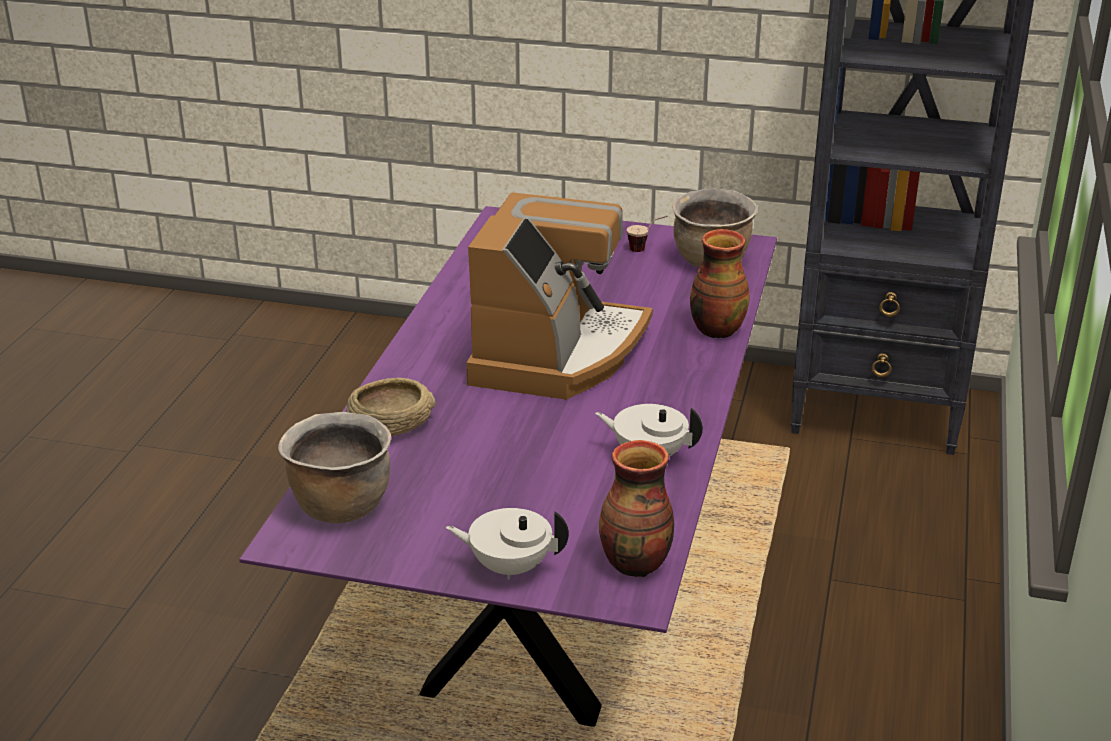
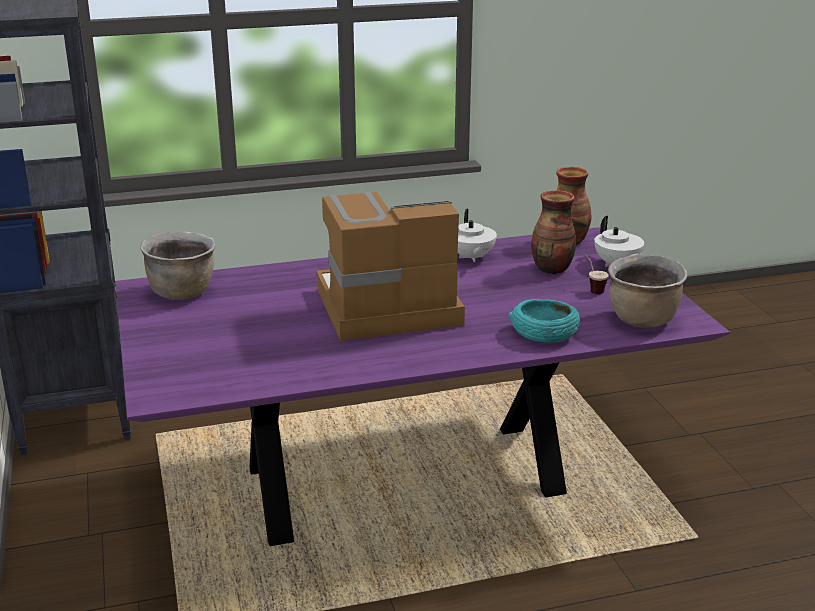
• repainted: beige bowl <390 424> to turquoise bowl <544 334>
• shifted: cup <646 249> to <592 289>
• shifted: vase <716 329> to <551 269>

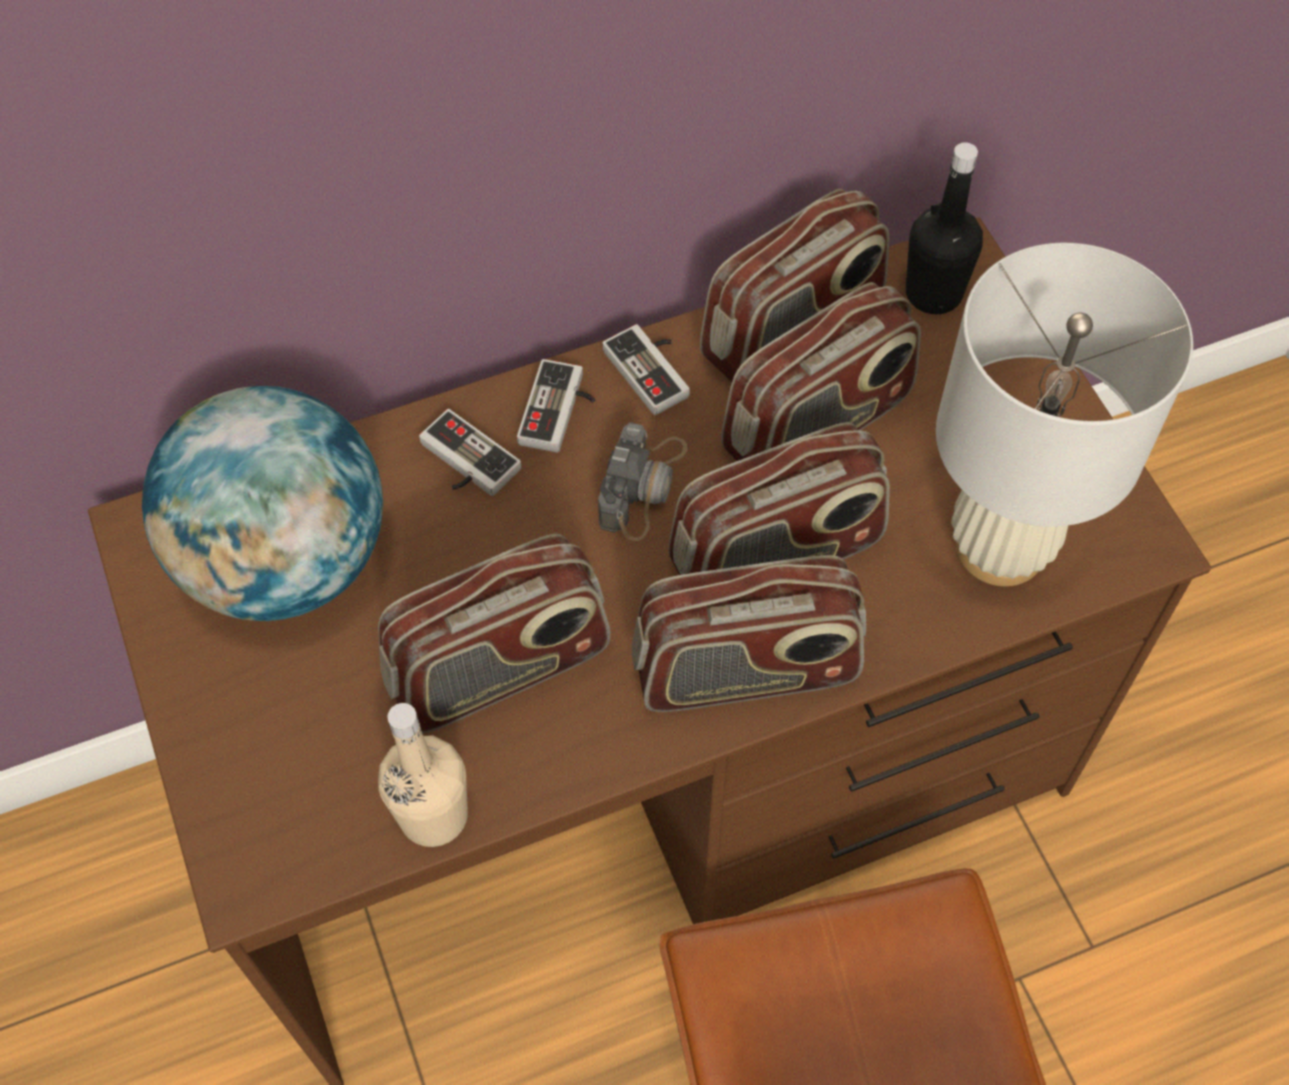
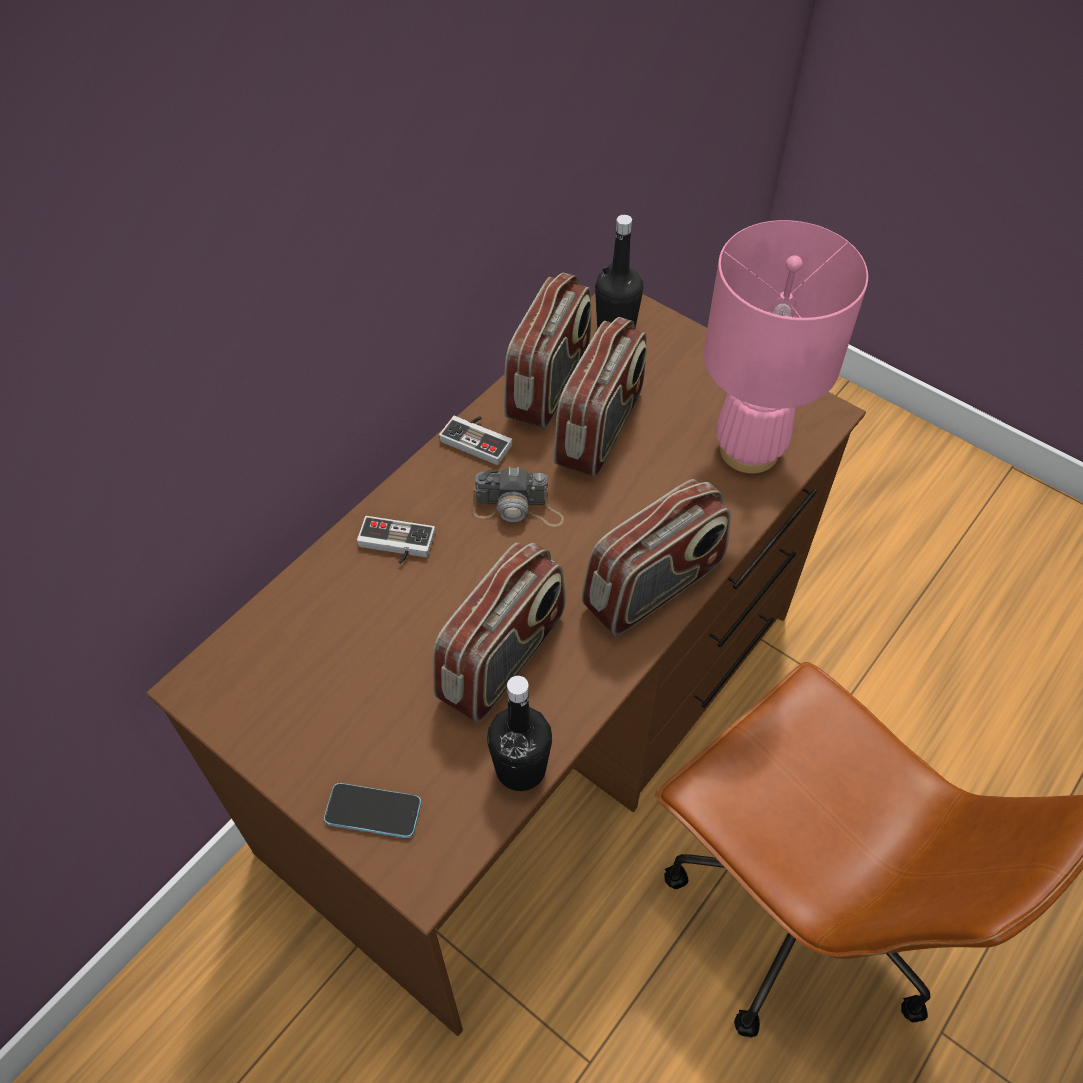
• gone: globe <286 562>
• repainted: beige bottle <434 815> to black bottle <520 768>
• gone: game controller <560 411>
• rotated: photo camera <643 485> = <518 508> 105 degrees clockwise
• gone: radio <776 556>
• repainted: white table lamp <999 547> to pink table lamp <748 451>
• new: phone <373 811>

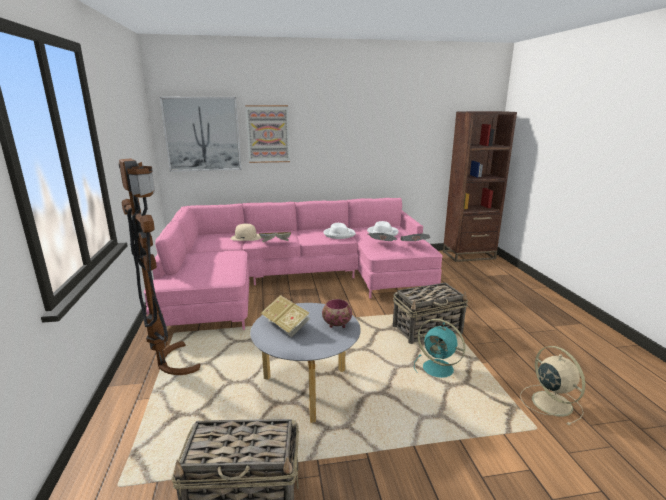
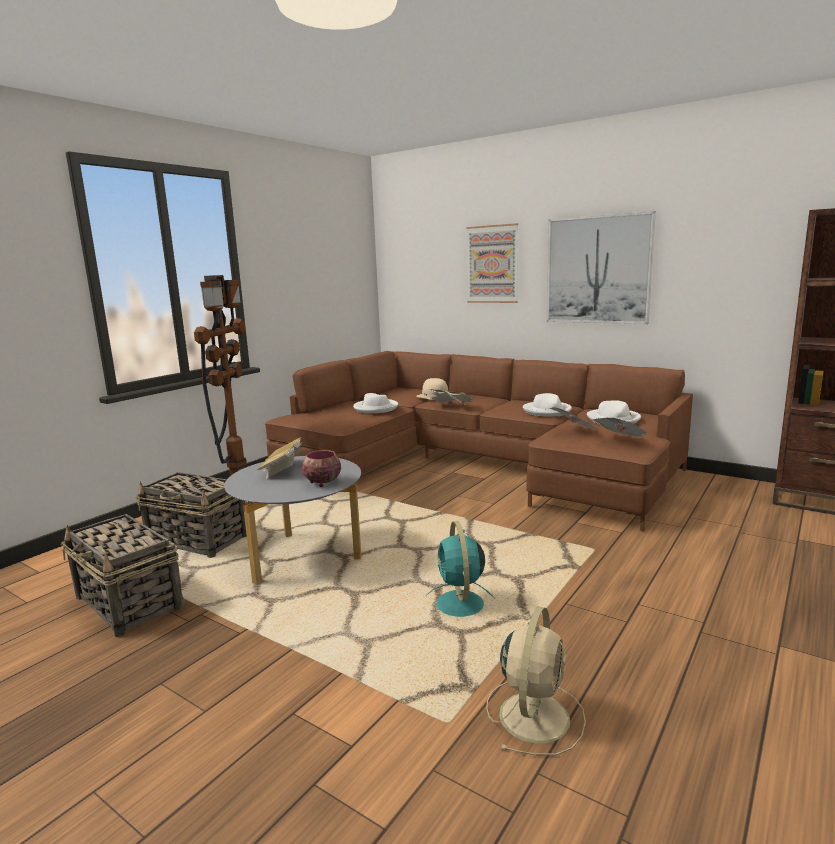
• repainted: pink sofa <293 280> to brown sofa <474 464>
• shifted: picture <202 134> to <598 270>
• shifted: basket <428 329> to <198 540>
• new: white hat <375 408>

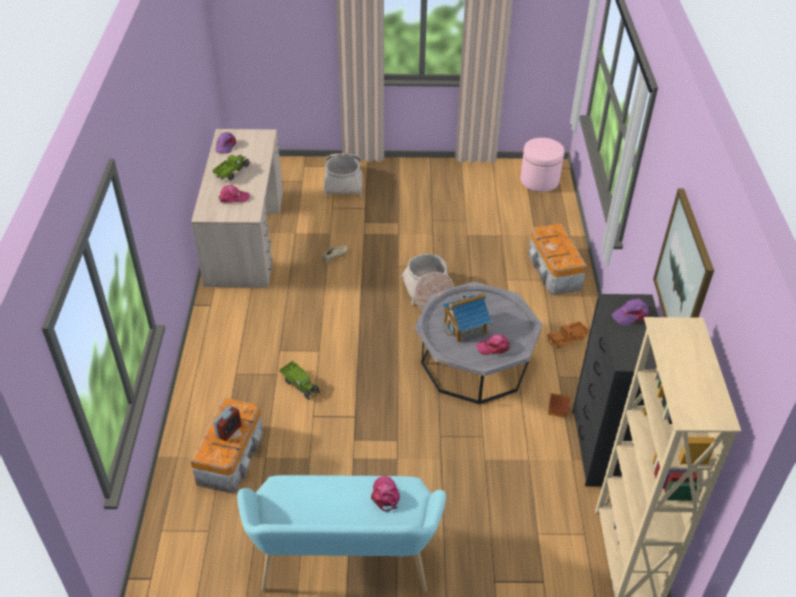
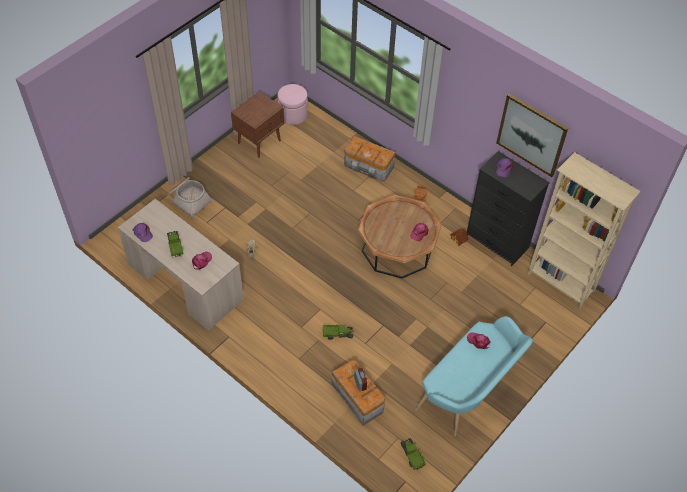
• gone: basket <428 293>
• repainted: grey coffee table <474 362> to brown coffee table <397 248>
• gone: toy house <465 327>
• new: brown nightstand <260 141>
• new: toy truck <411 456>

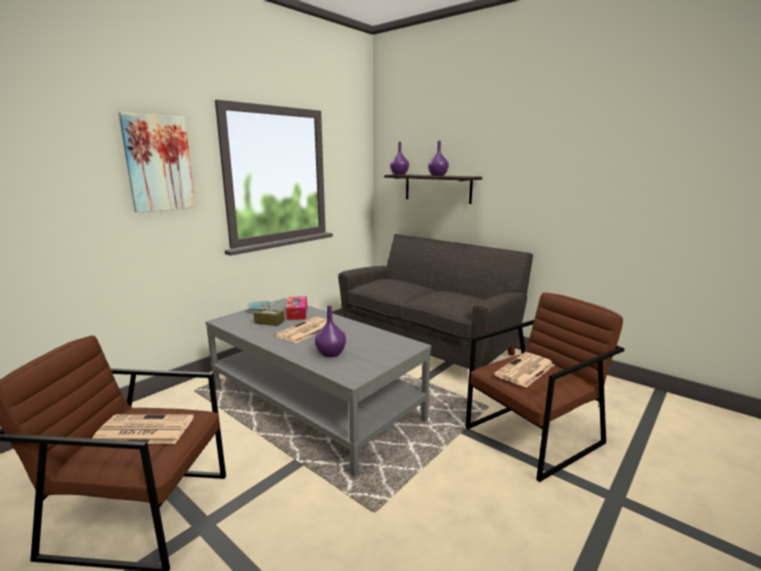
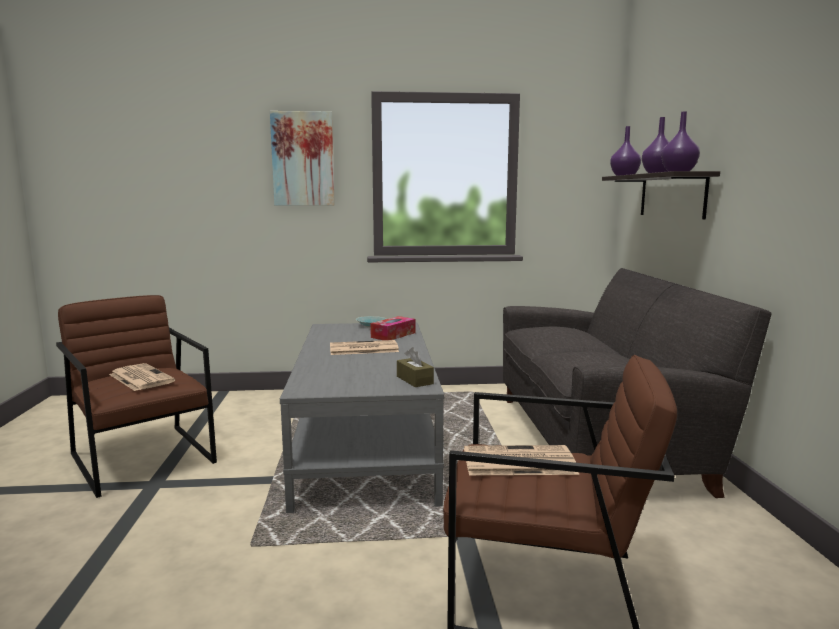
• shifted: brown tissue box <269 322> to <414 380>
• shifted: purple vase <331 353> to <679 171>

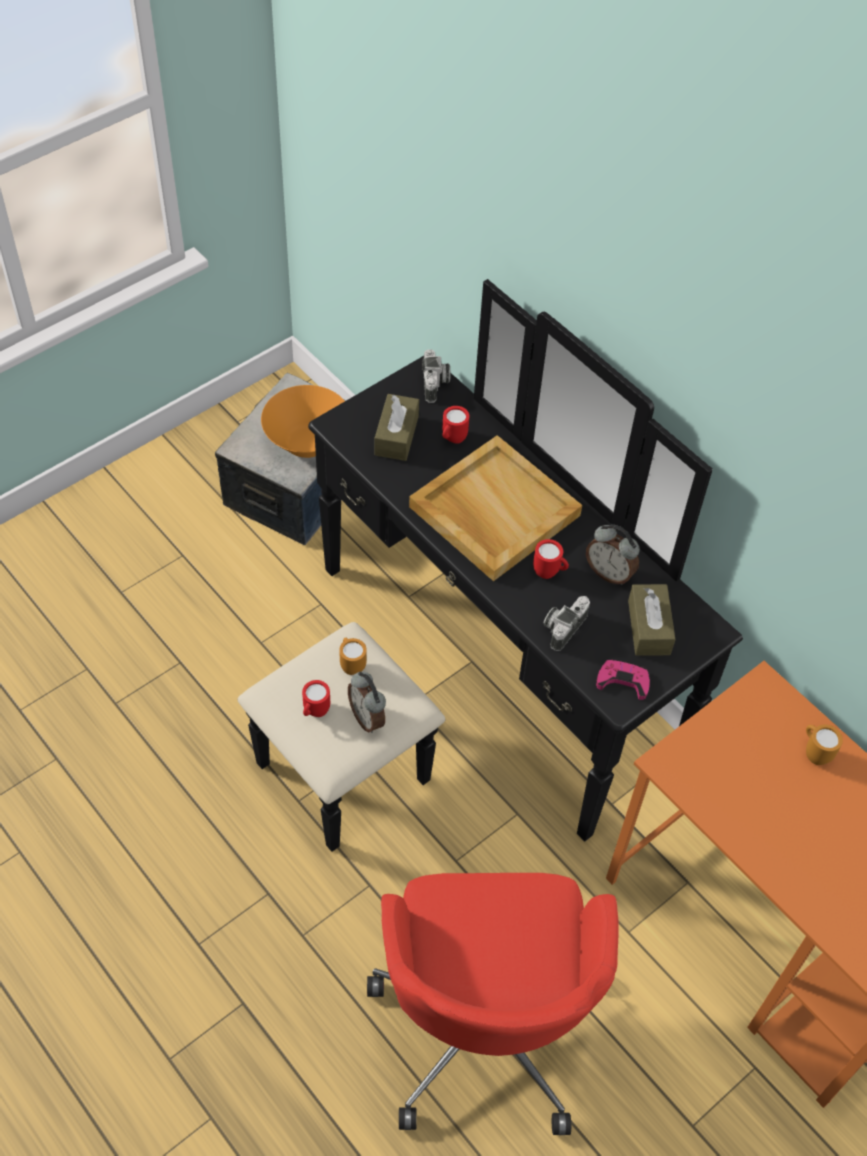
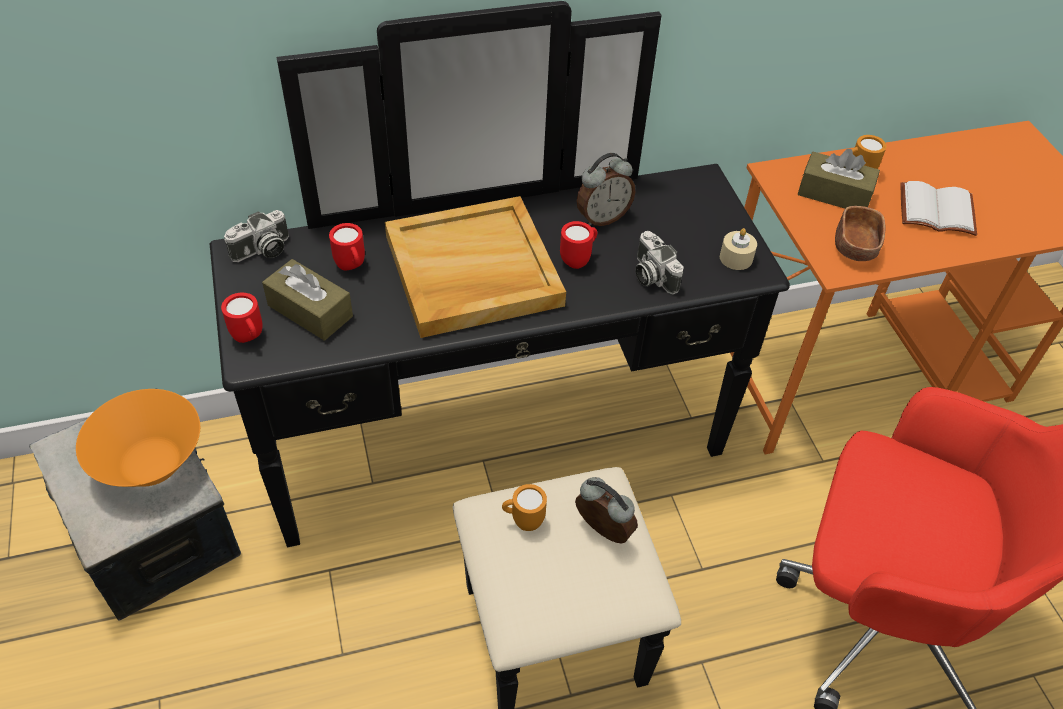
• shifted: red mug <314 712> to <249 338>
• rotated: alarm clock <368 717> = <601 532> 135 degrees counterclockwise
• rotated: photo camera <435 384> = <262 251> 120 degrees clockwise
• swapped: pink game controller <623 681> to beige candle <736 258>
• shifted: brown tissue box <649 627> to <834 194>
• new: brown bowl <855 247>
• new: white book <937 209>

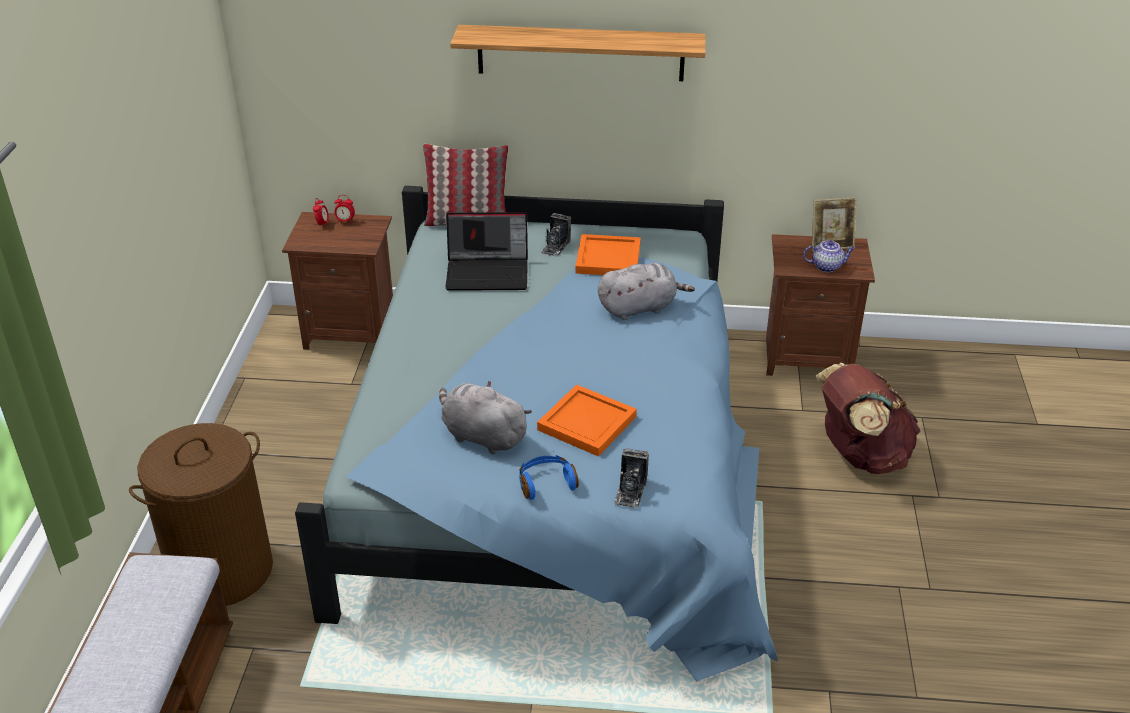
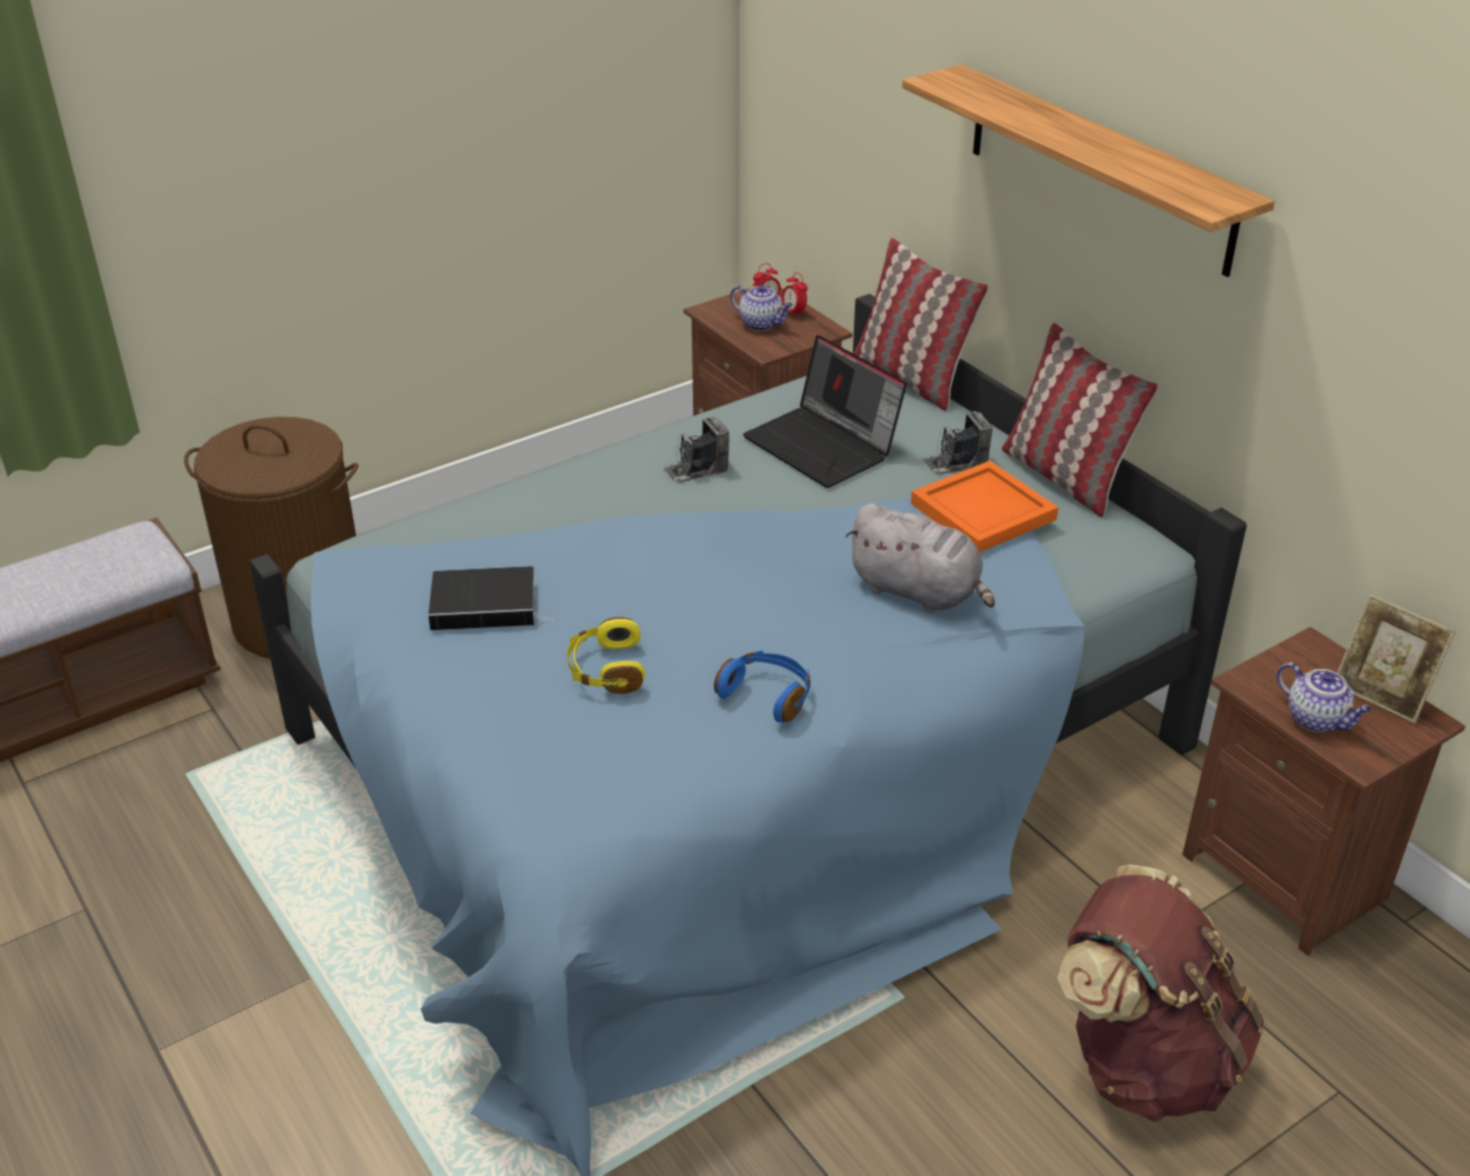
• swapped: grey plush toy <482 436> to book <487 604>
• shifted: blue headphones <546 483> to <767 695>
• swapped: orange tray <585 423> to yellow headphones <606 670>
• shifted: photo camera <630 491> to <696 469>
• new: teapot <762 324>
• new: pillow <1064 477>

